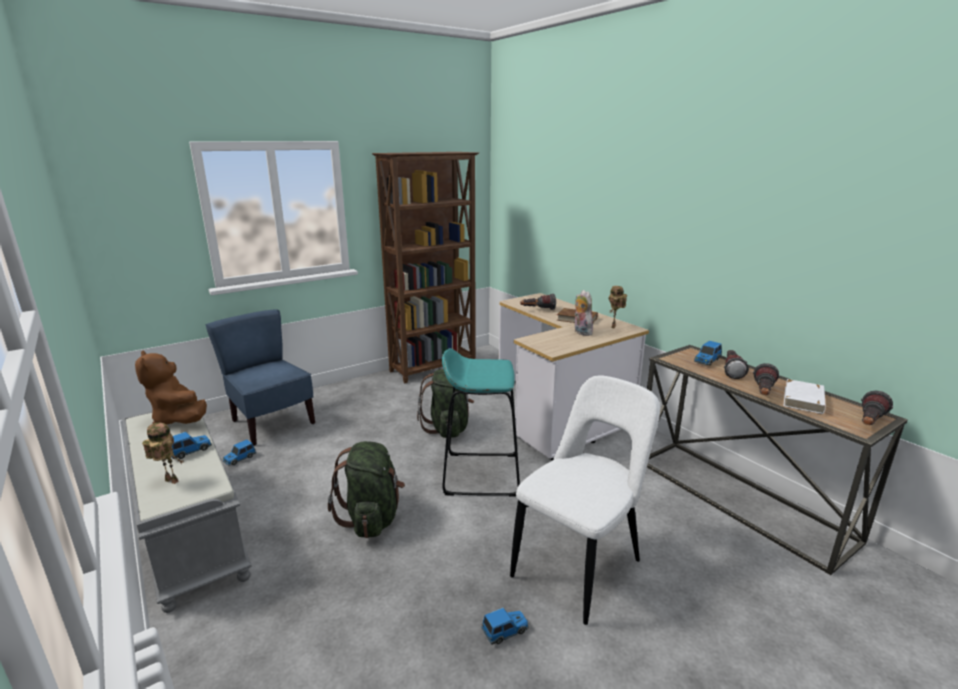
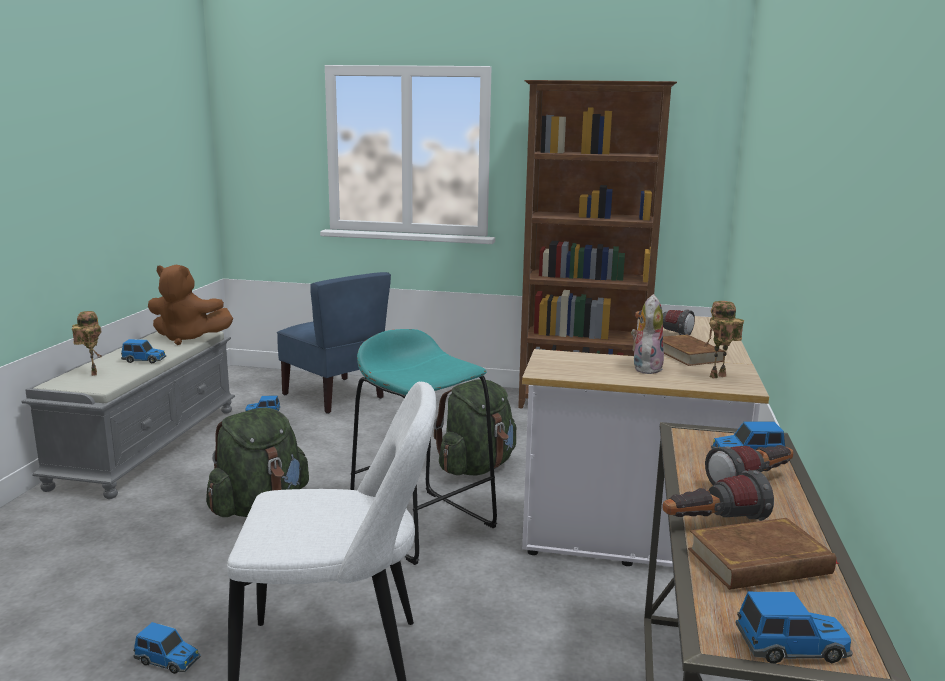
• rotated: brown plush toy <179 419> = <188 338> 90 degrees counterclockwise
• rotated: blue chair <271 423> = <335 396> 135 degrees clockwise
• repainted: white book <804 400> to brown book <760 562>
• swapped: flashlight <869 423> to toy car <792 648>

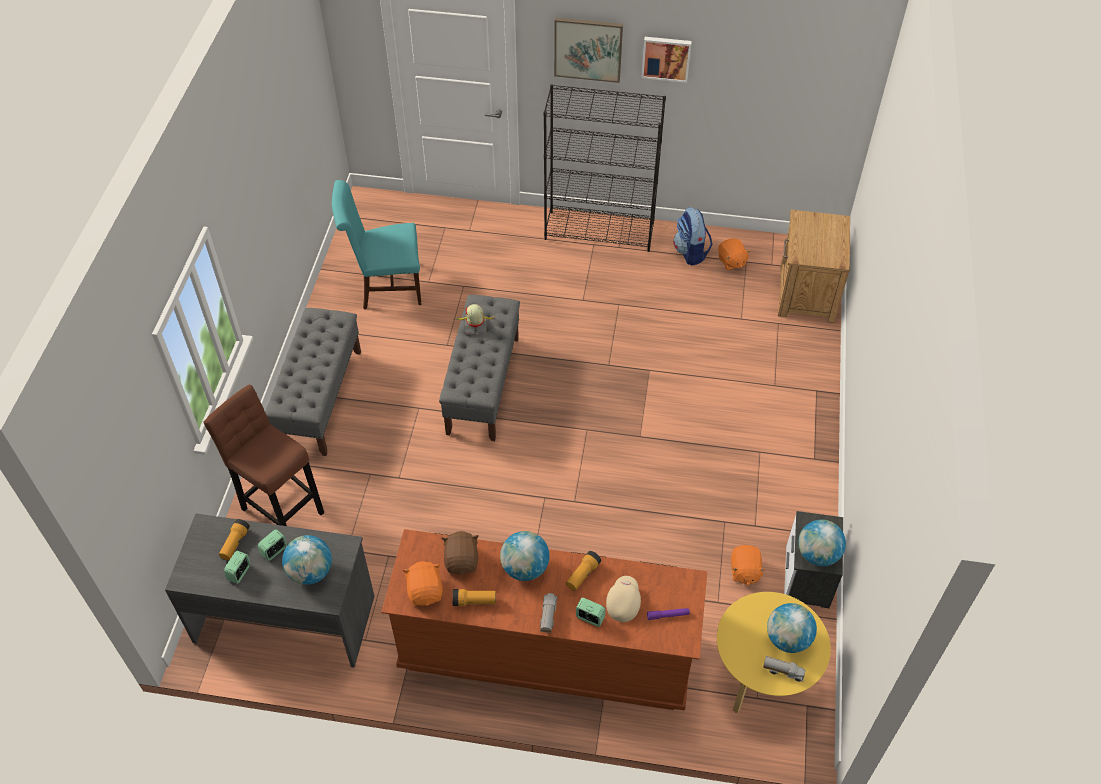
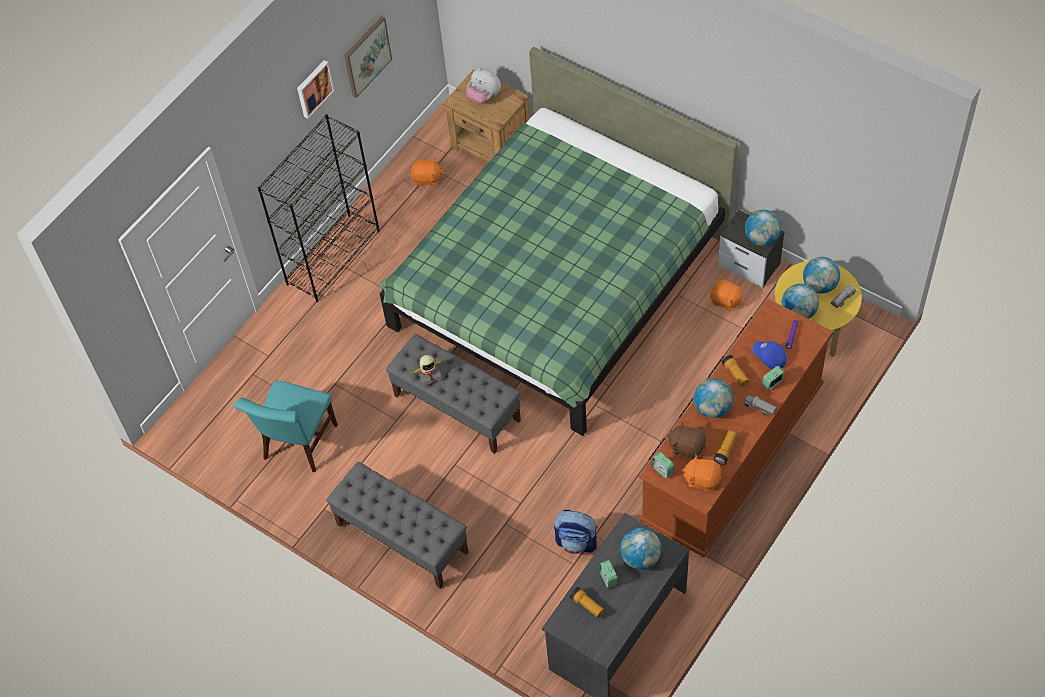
• gone: brown stool <280 507>
• shifted: alarm clock <239 573> to <662 470>
• rotated: toy robot <475 327> = <429 374> 135 degrees counterclockwise
• shifted: picture <588 49> to <366 56>
• repainted: beige cap <623 602> to blue cap <769 358>
• shifted: backpack <690 252> to <577 542>
• new: green bed <558 283>
• new: plush toy <484 97>
• new: globe <798 312>

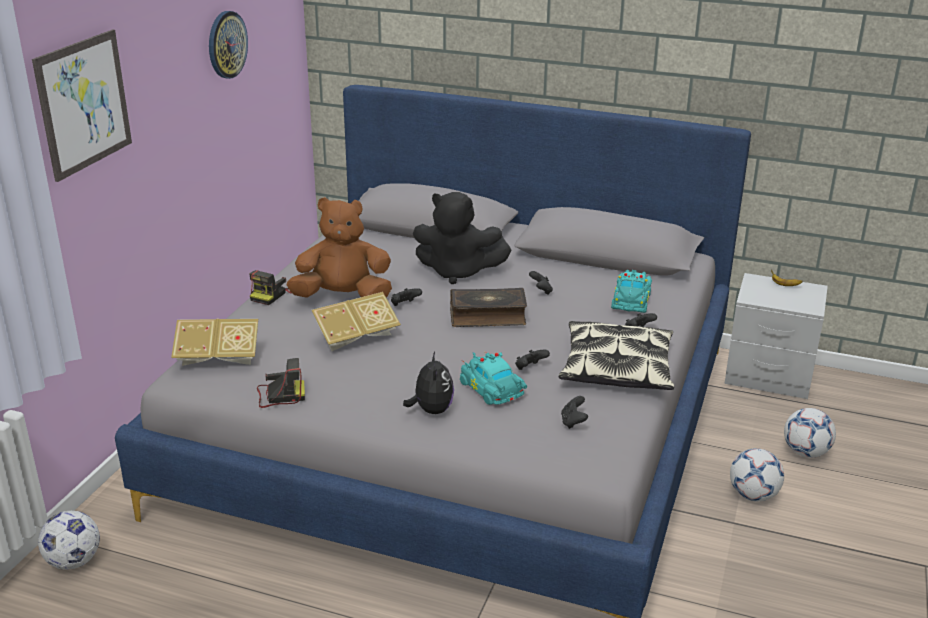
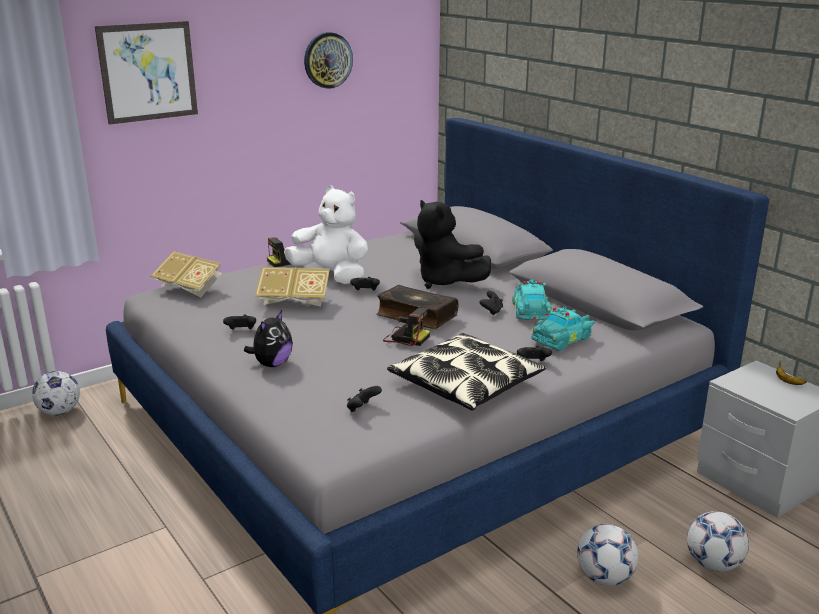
• shifted: photo camera <279 395> to <405 338>
• repainted: brown plush toy <343 297> to white plush toy <331 276>
• shifted: turquoise toy car <492 390> to <530 312>
• shifted: black game controller <530 368> to <241 331>

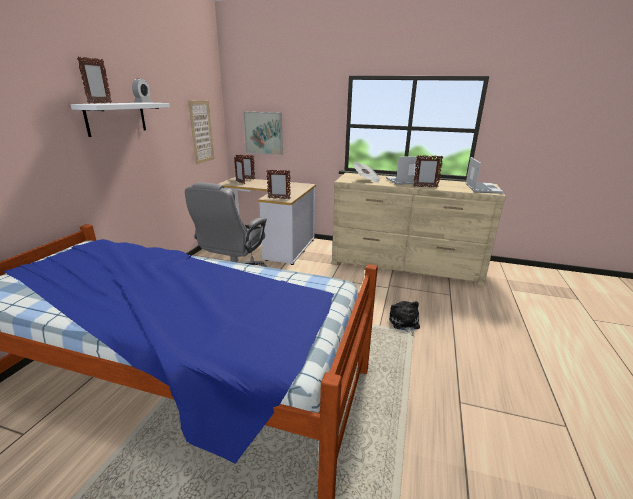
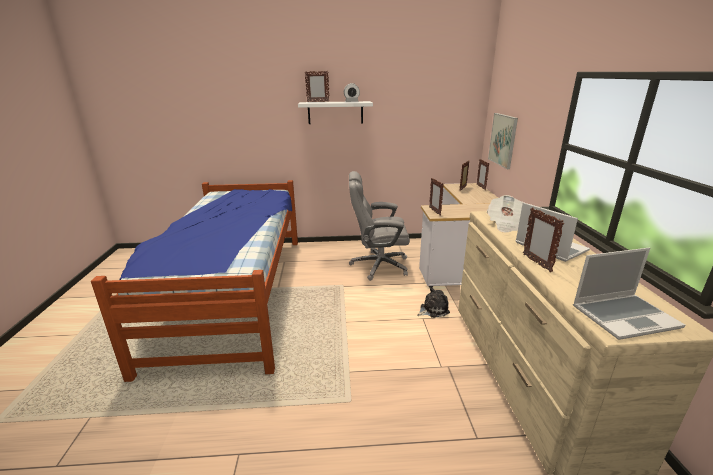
• gone: picture <201 132>
• shifted: plush toy <404 324> to <432 310>

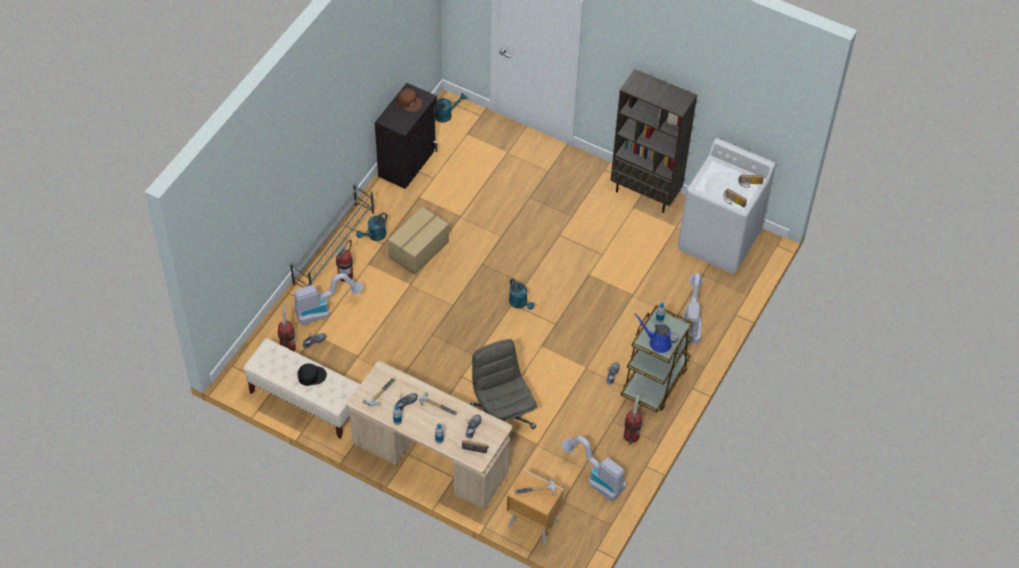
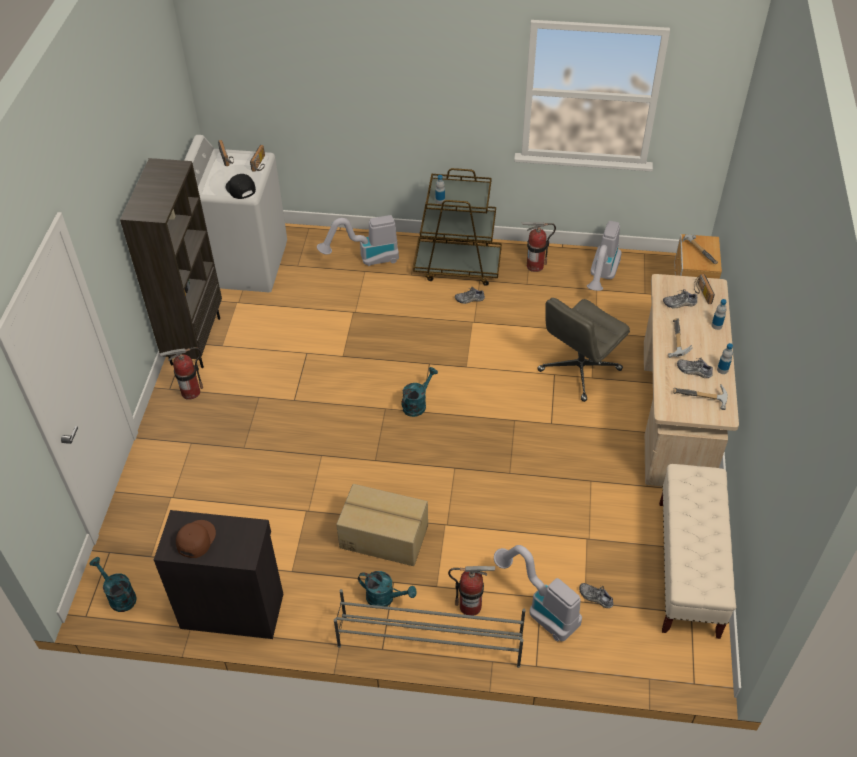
• shifted: fire extinguisher <288 347> to <190 392>
• shifted: black cap <311 375> to <240 189>
• gone: blue watering can <658 342>

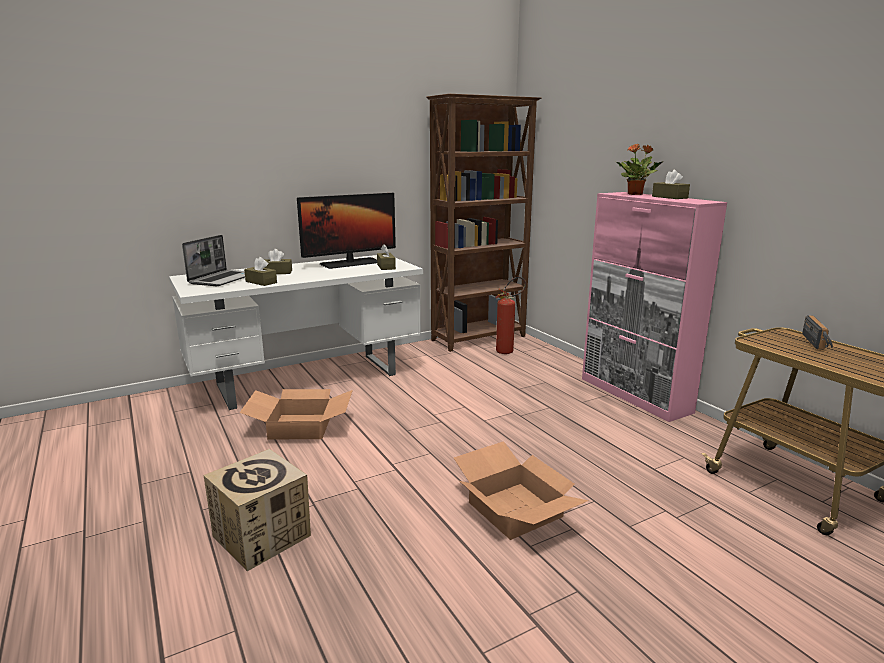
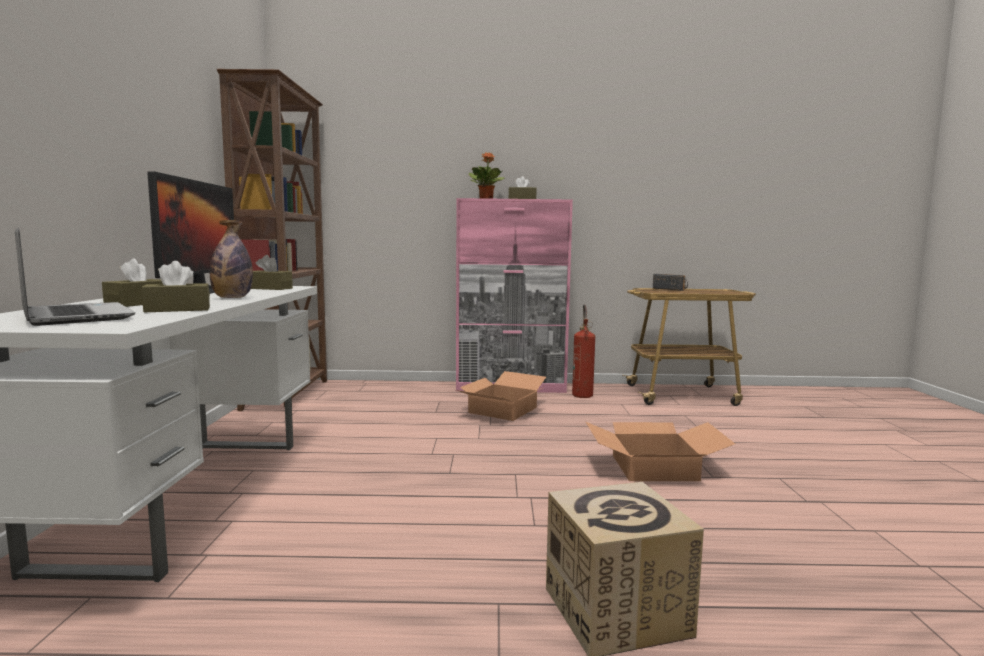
• shifted: cardboard box <299 427> to <503 410>
• shifted: fire extinguisher <508 350> to <582 394>
• new: bottle <232 298>

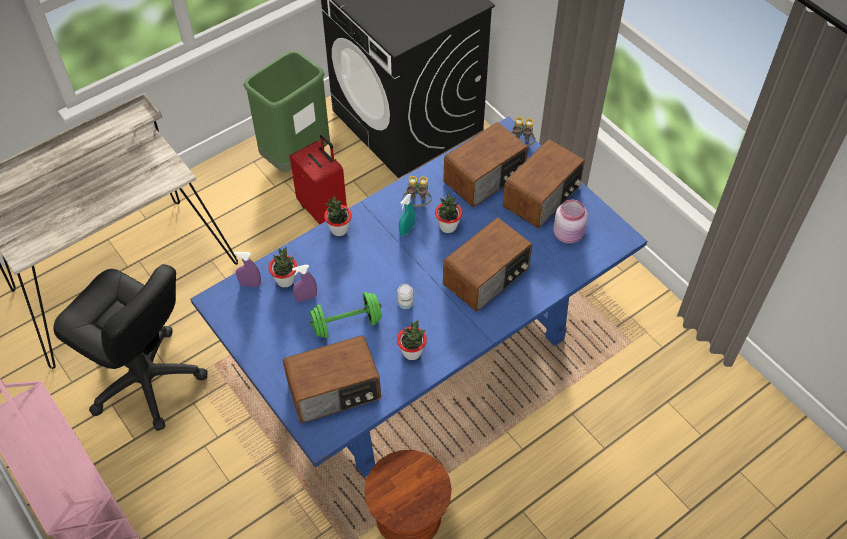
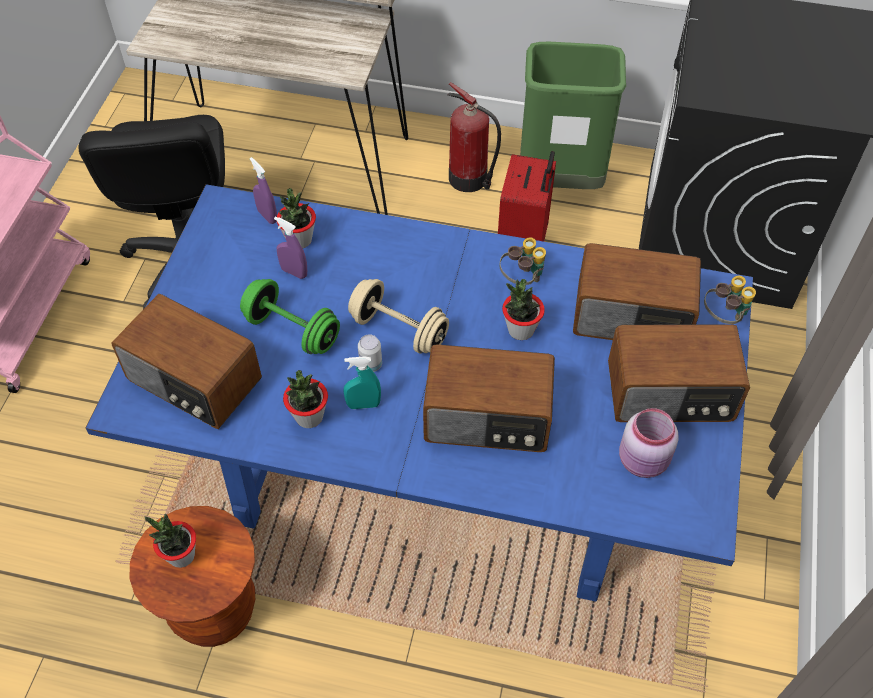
• shifted: potted plant <339 229> to <181 555>
• shifted: turquoise spray bottle <406 230> to <363 405>
• new: beige dumbbell <399 330>
• new: fire extinguisher <470 179>

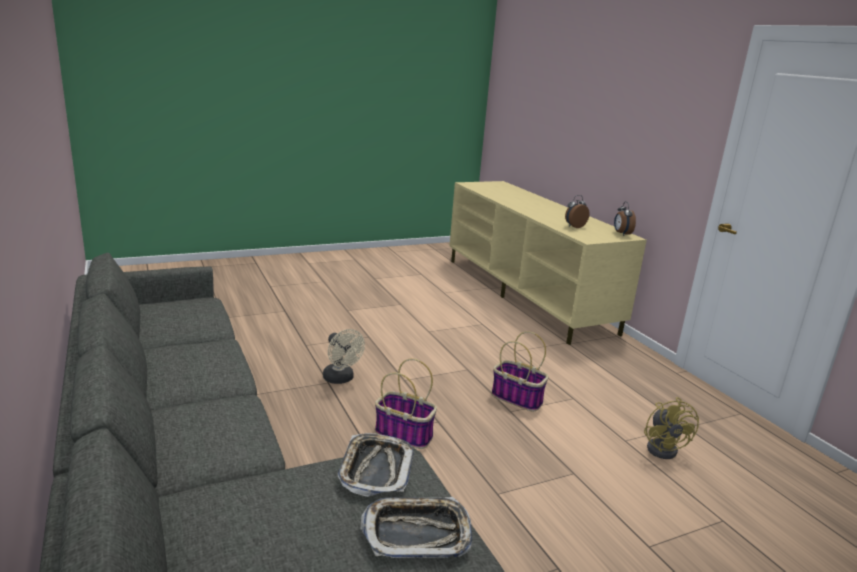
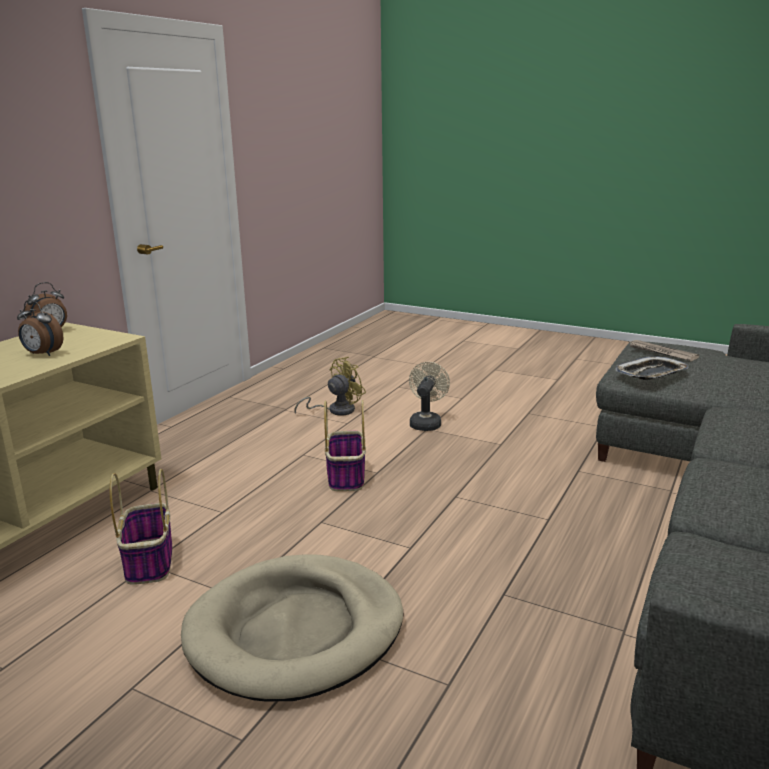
• shifted: beige fan <341 379> to <426 422>
• swapped: tray <417 533> to newspaper <661 352>
• shifted: basket <405 434> to <149 561>
• new: beige dog bed <296 631>

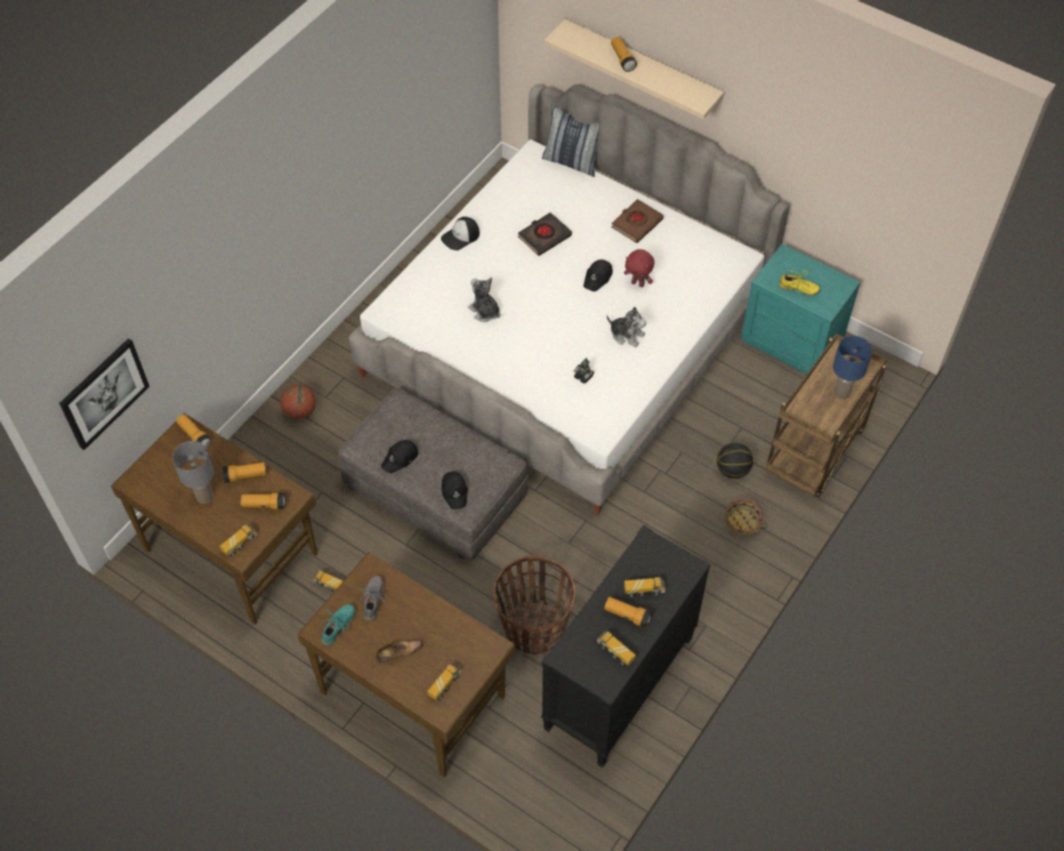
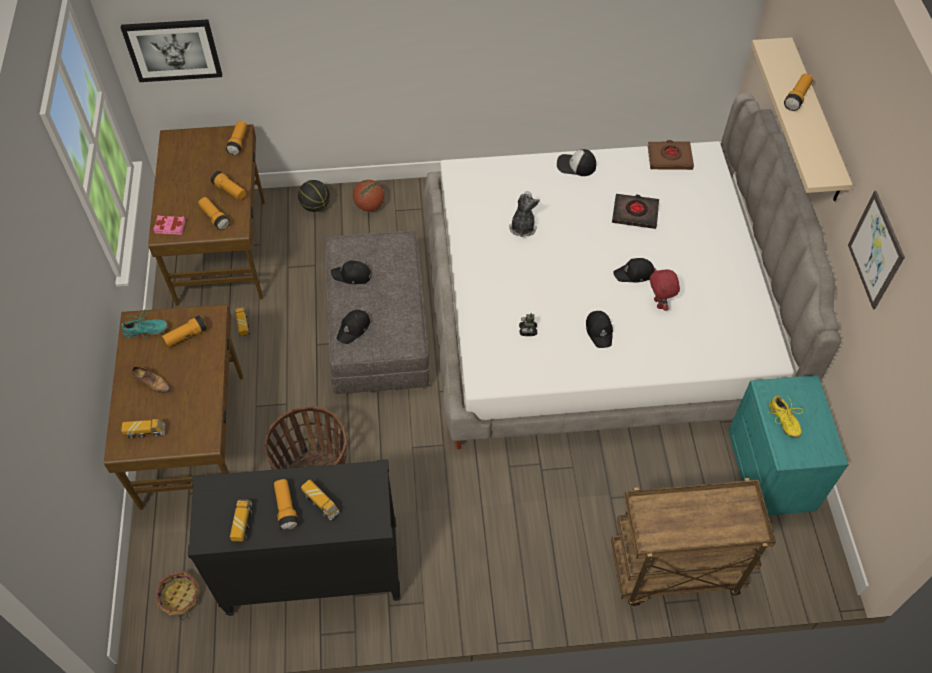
• gone: grey table lamp <204 497>
• swapped: toy truck <239 544> to pink book <170 227>
• swapped: grey shoe <373 600> to flashlight <186 336>
• gone: pillow <571 162>
• swapped: plush toy <626 335> to black cap <599 331>
• shifted: brown book <636 223> to <669 158>
• shifted: basketball <732 470> to <315 206>
• shifted: basket <743 522> to <179 597>
• gone: blue table lamp <841 393>
• new: picture <875 250>

